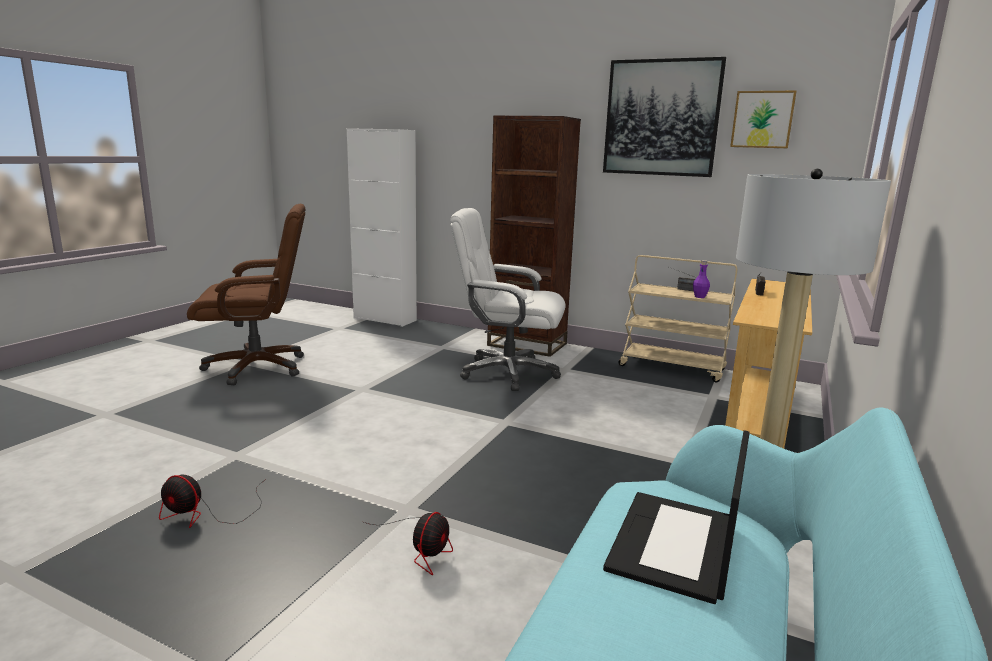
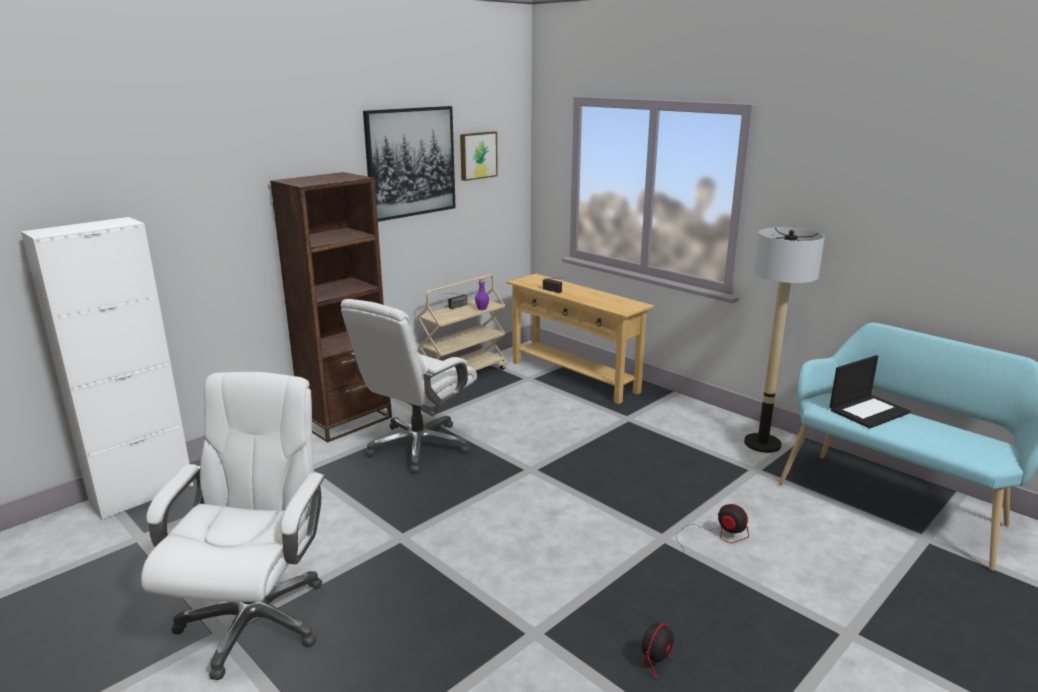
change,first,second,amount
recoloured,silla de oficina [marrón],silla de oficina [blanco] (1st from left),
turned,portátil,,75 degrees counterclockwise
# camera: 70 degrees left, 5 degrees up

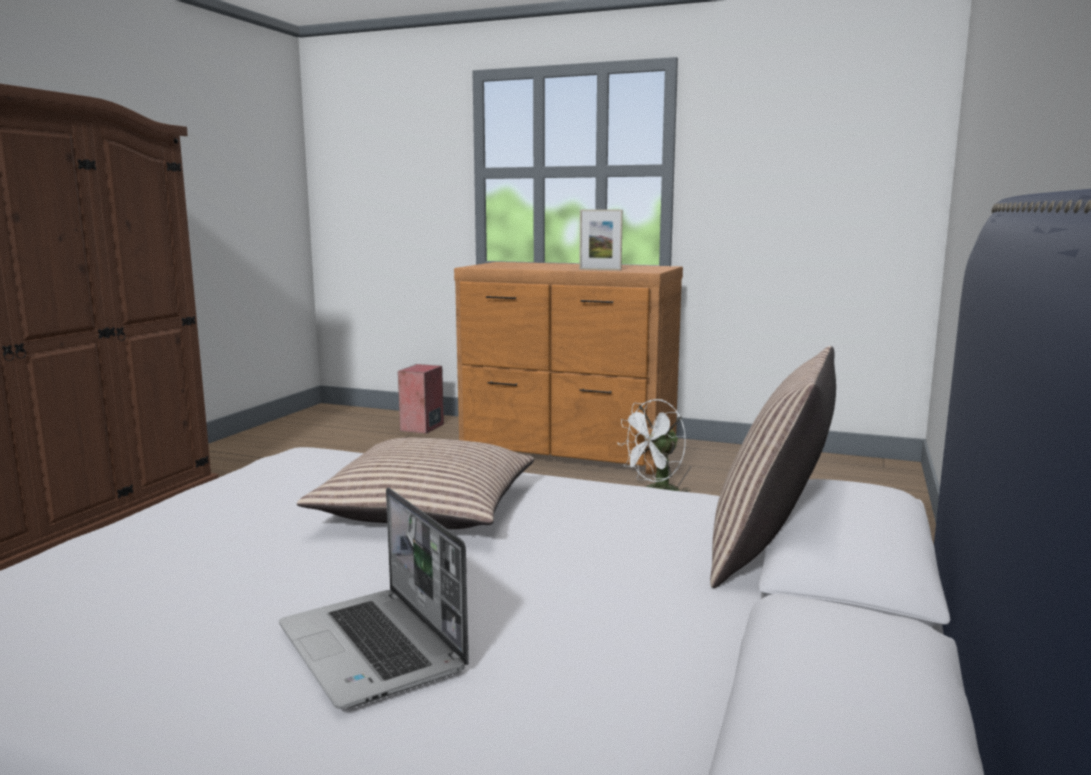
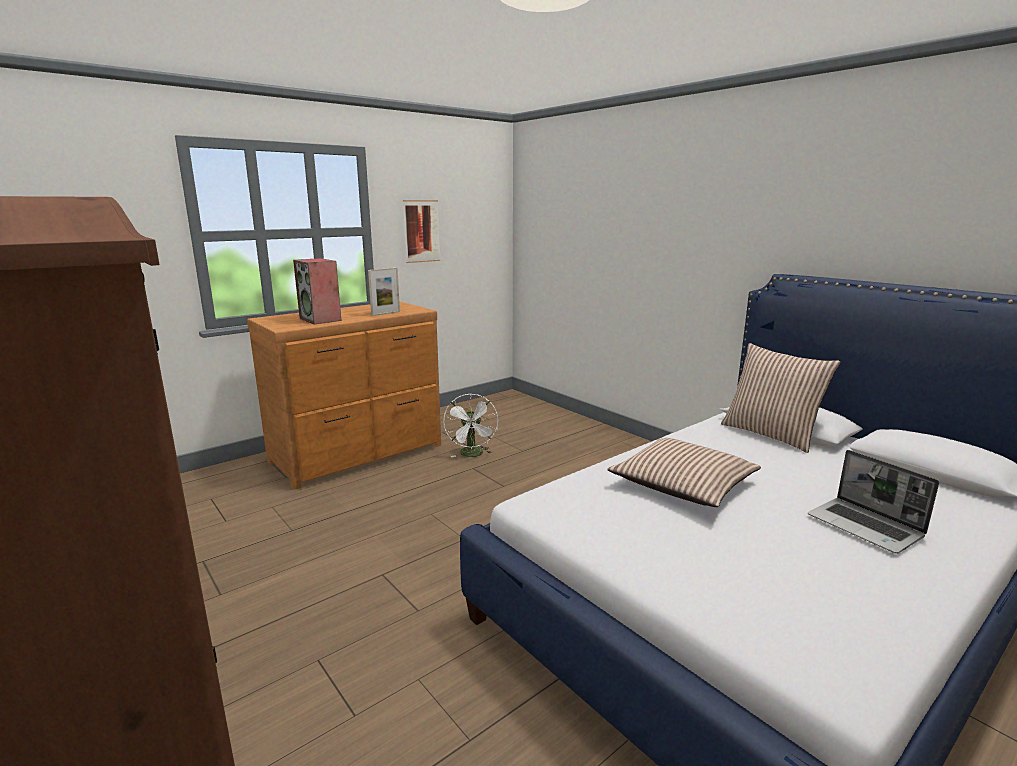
change,first,second,amount
added,,cuadro,
moved,altavoz,,
turned,portátil,,60 degrees clockwise
# camera: 60 degrees left, 5 degrees up

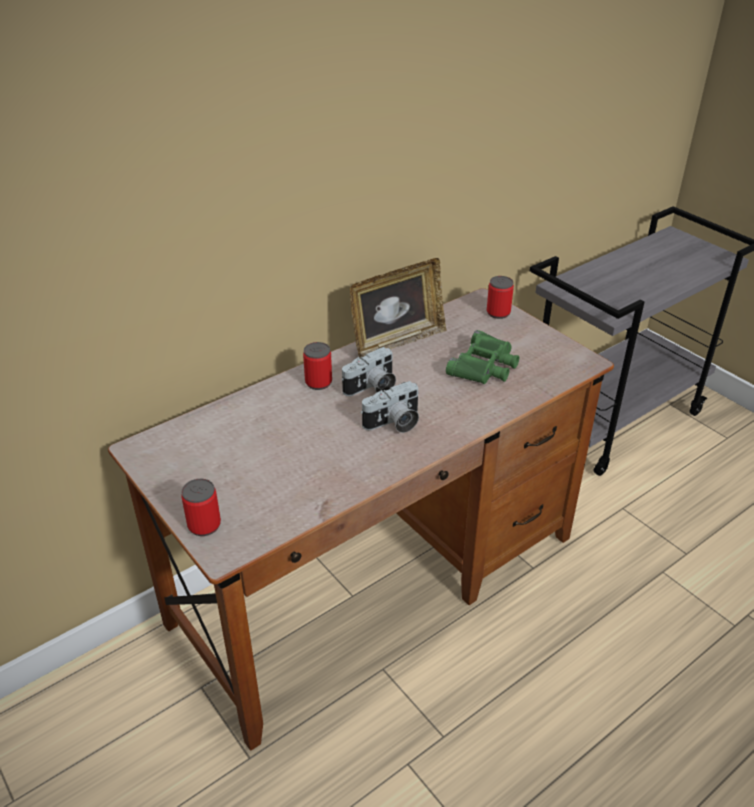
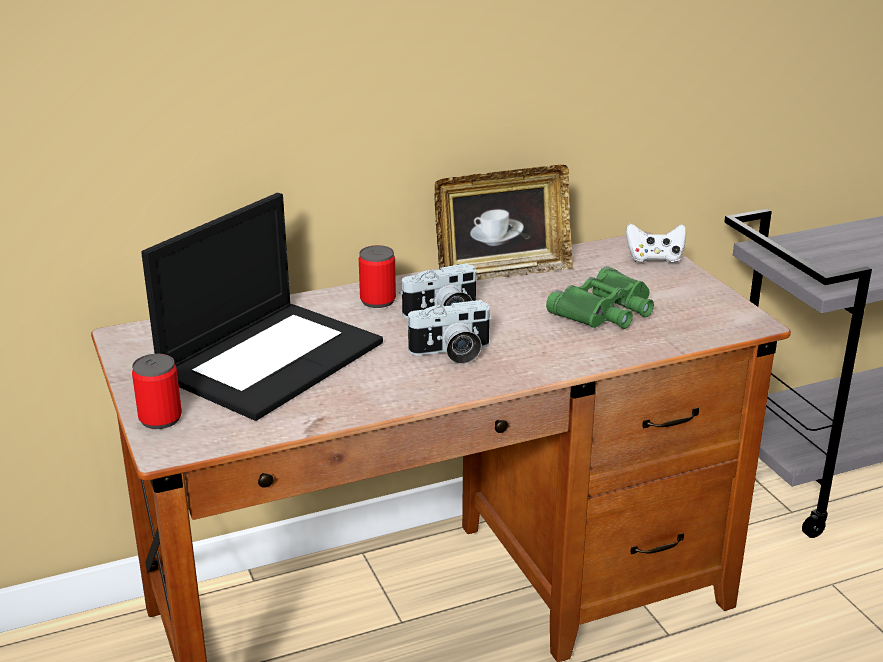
change,first,second,amount
added,,portátil,
replaced,lata (3rd from left),mando de consola [blanco],
# camera: 15 degrees right, 10 degrees down

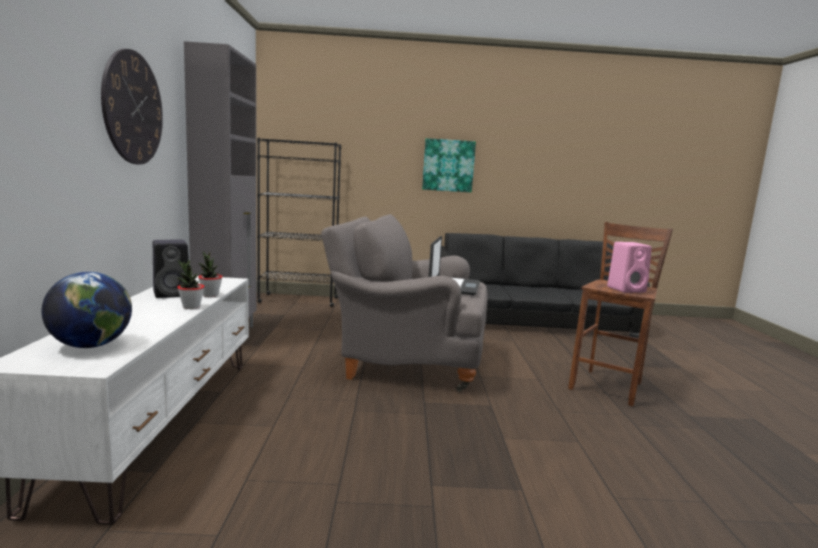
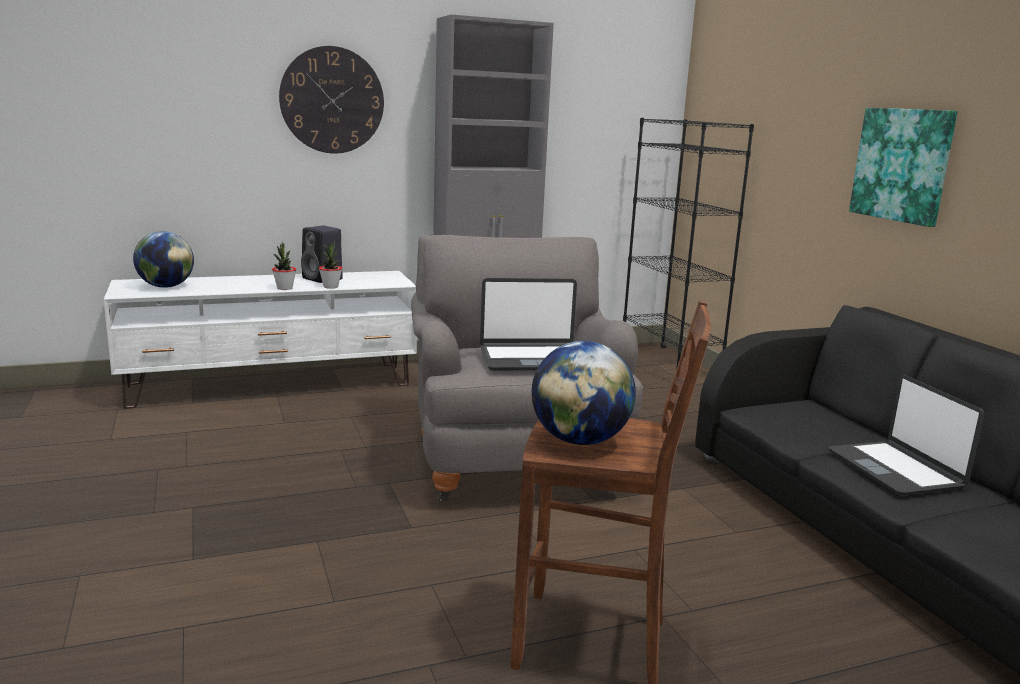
change,first,second,amount
added,,portátil (2nd from left),
replaced,altavoz [rosa],globo terráqueo (2nd from left),
# camera: 70 degrees right, 5 degrees up

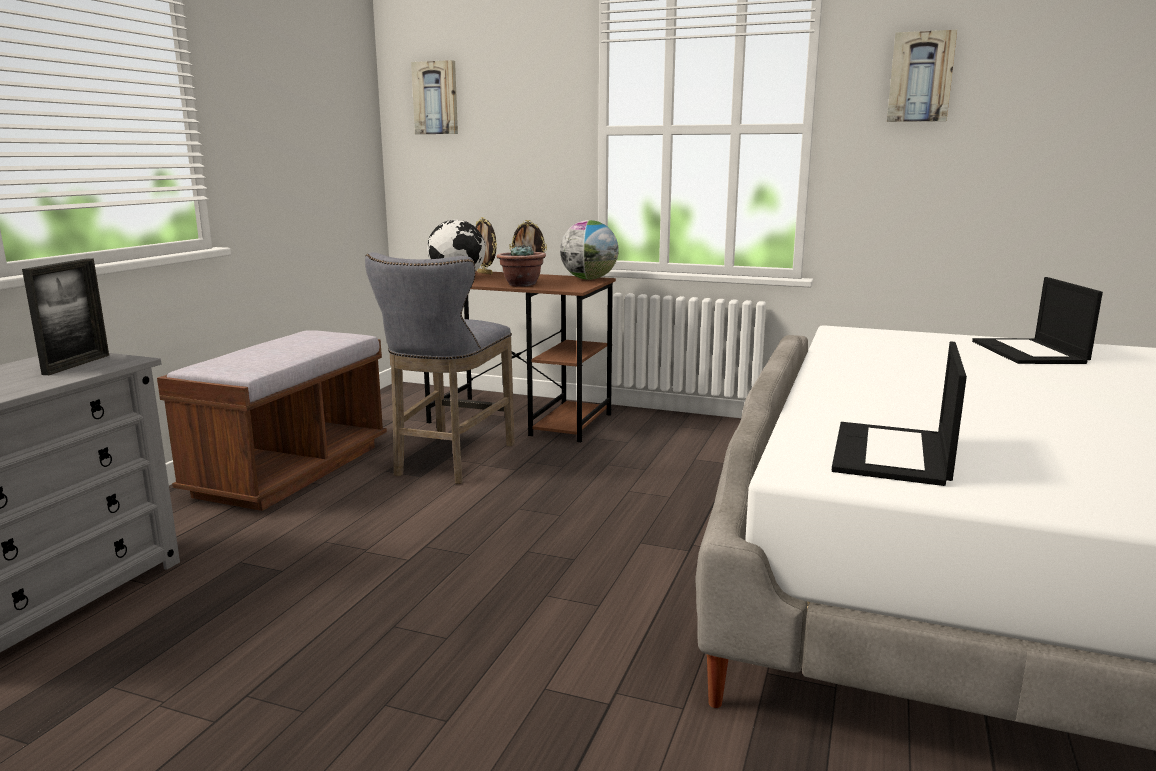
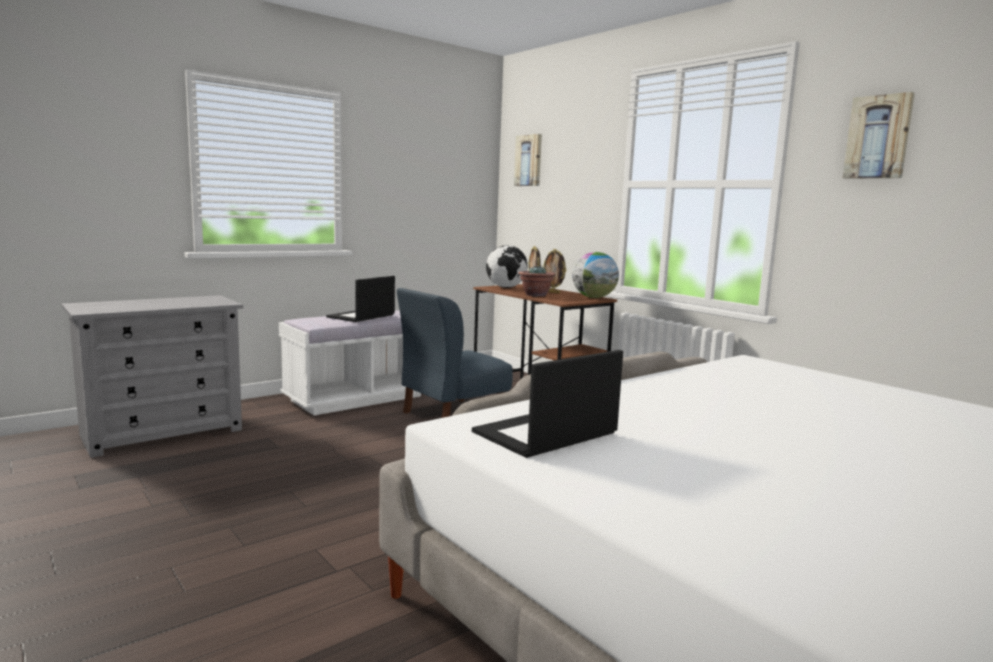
change,first,second,amount
removed,portarretratos (1st from left),,
moved,portátil (2nd from left in the first image),portátil (1st from left),
replaced,taburete [gris],silla [azul],
recoloured,banco [marrón],banco [blanco],
# camera: 30 degrees right, 5 degrees down

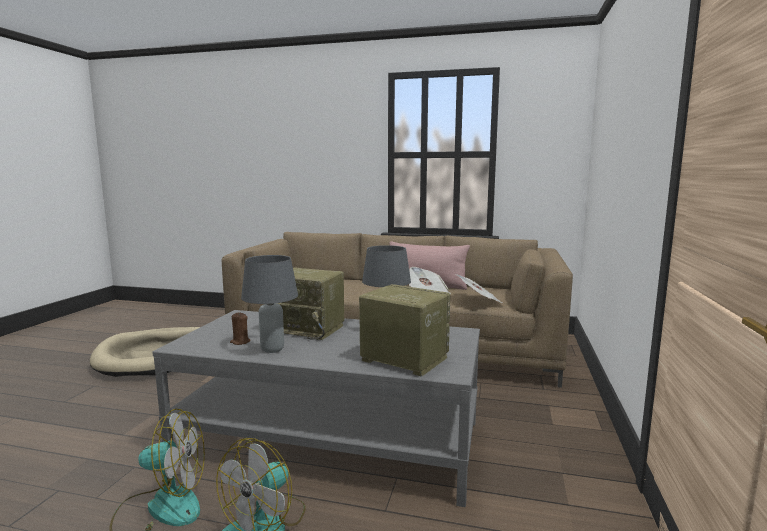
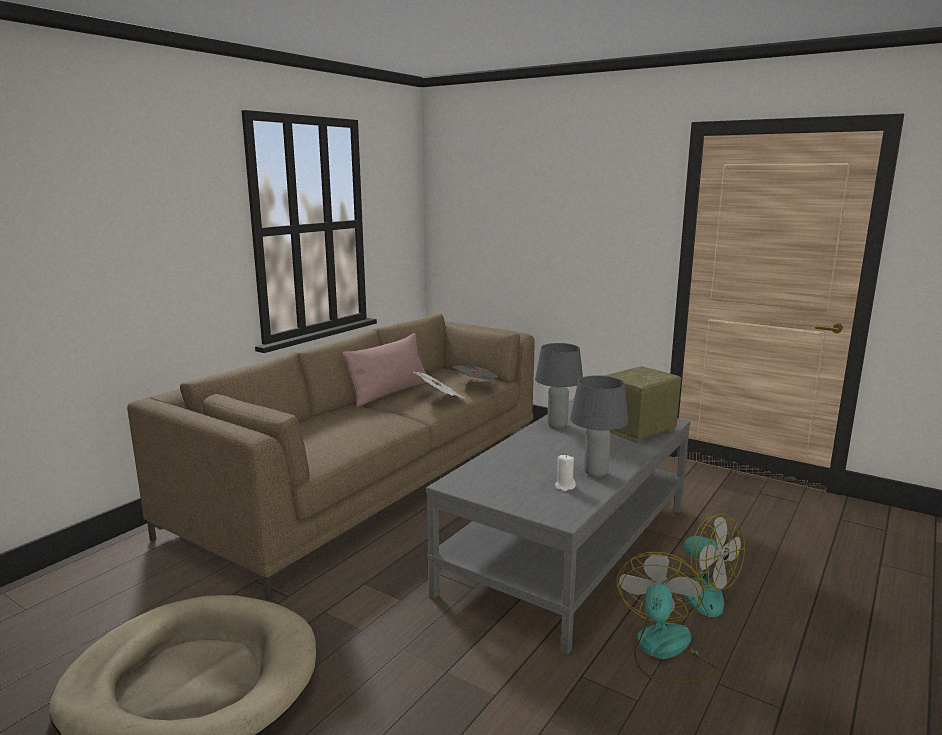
change,first,second,amount
removed,radio (1st from left),,
recoloured,vela [marrón],vela [blanco],
# camera: 70 degrees left, 5 degrees up

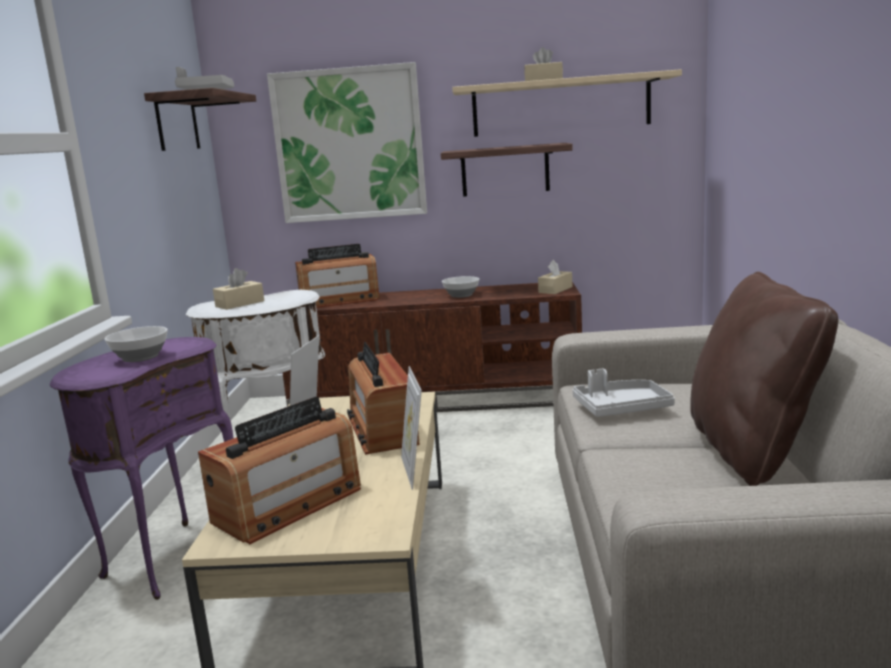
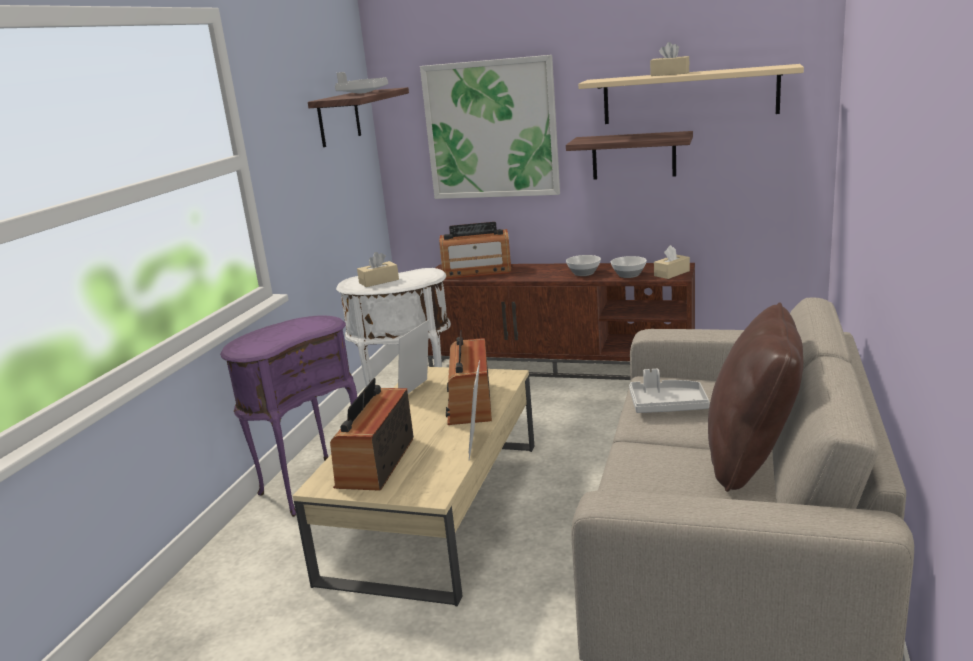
change,first,second,amount
moved,cuenco (1st from left in the first image),cuenco (2nd from left),
turned,radio (1st from left),,135 degrees clockwise
# camera: 15 degrees right, 5 degrees up

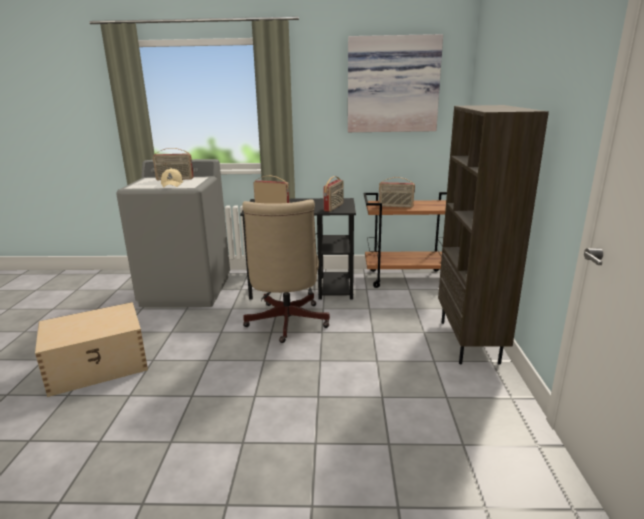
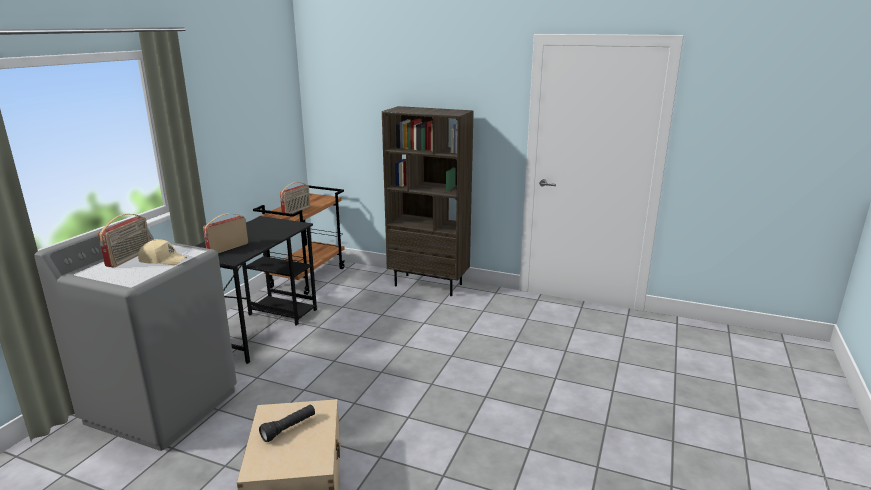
change,first,second,amount
removed,silla de oficina [beis],,
removed,radio (3rd from left),,
removed,cuadro,,
added,,linterna [negro],
# camera: 70 degrees left, 0 degrees up

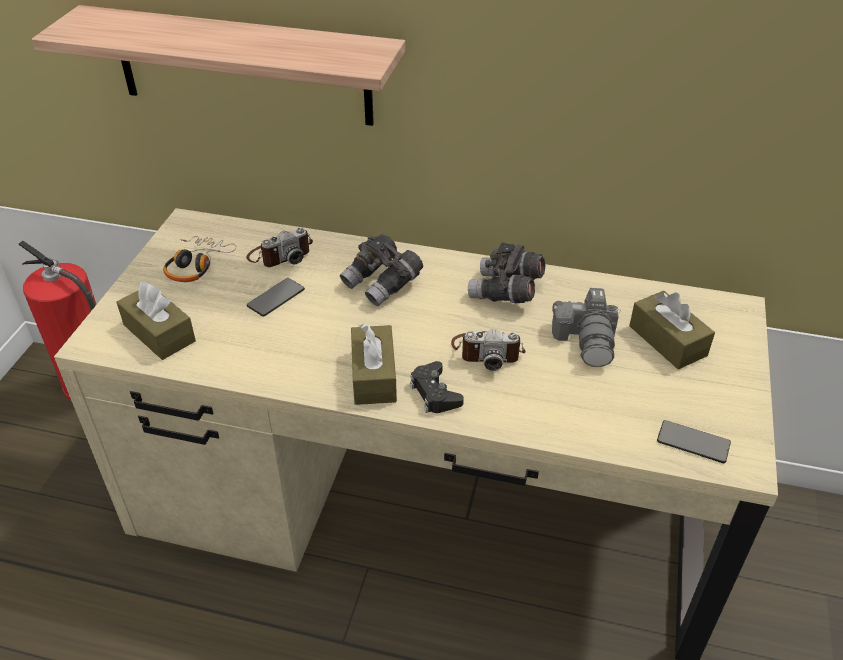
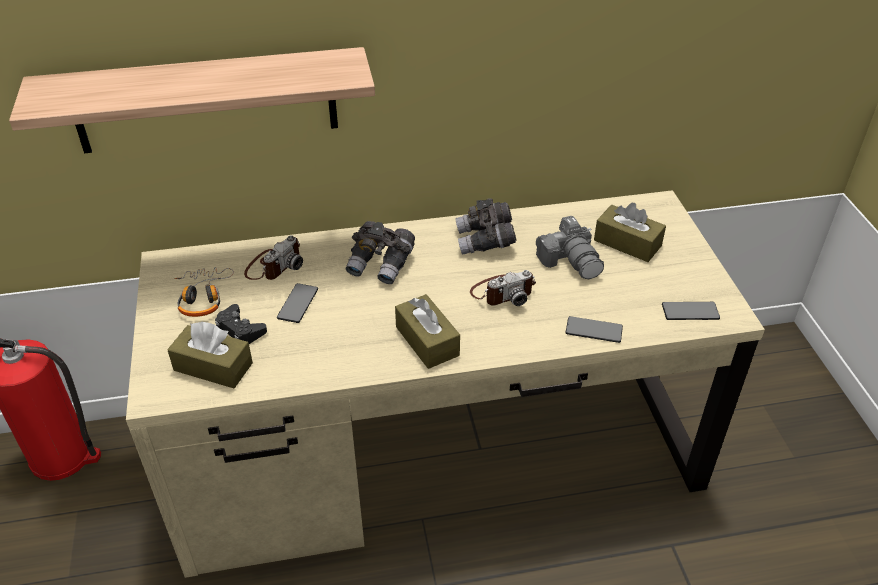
change,first,second,amount
added,,móvil (2nd from left),
moved,mando de consola [negro],,
# camera: 25 degrees left, 0 degrees up

